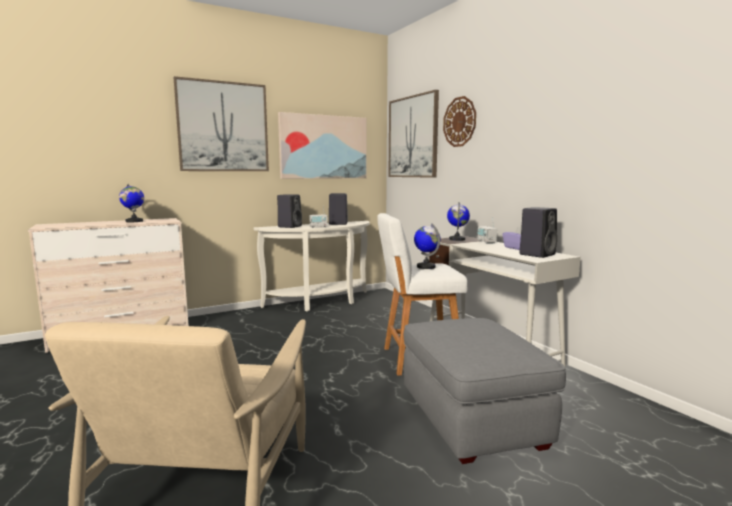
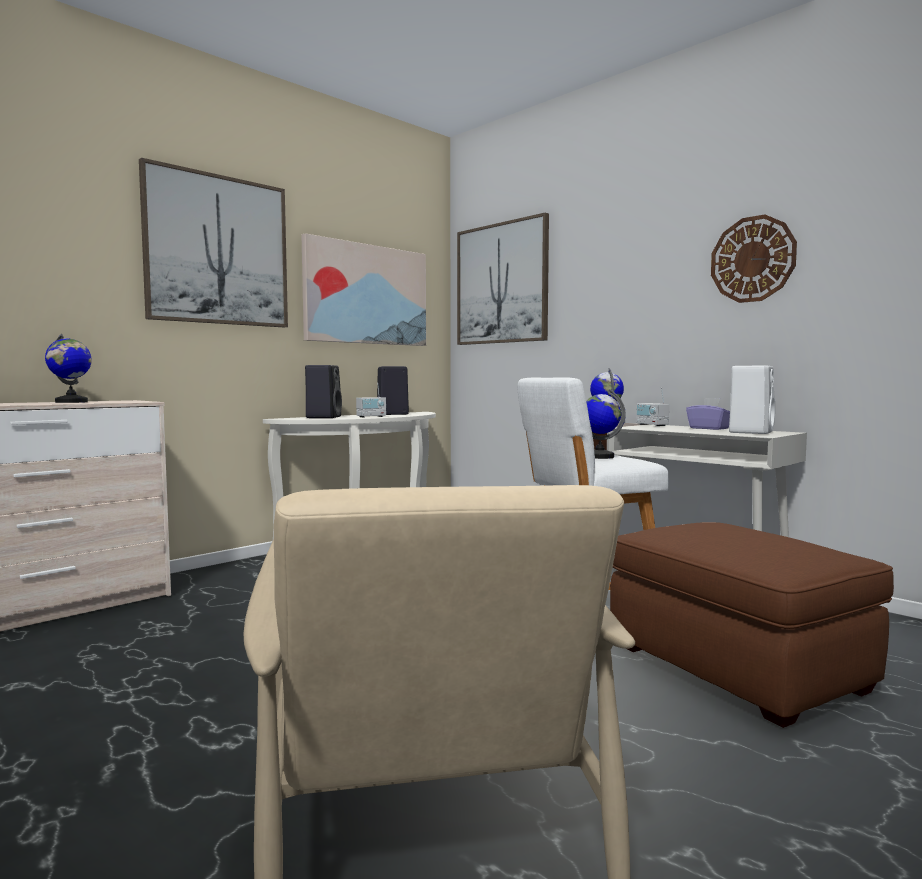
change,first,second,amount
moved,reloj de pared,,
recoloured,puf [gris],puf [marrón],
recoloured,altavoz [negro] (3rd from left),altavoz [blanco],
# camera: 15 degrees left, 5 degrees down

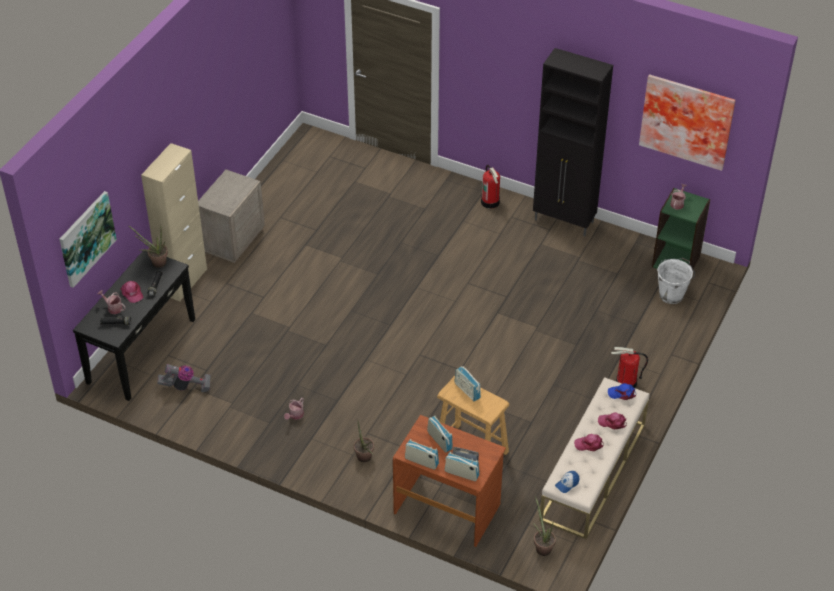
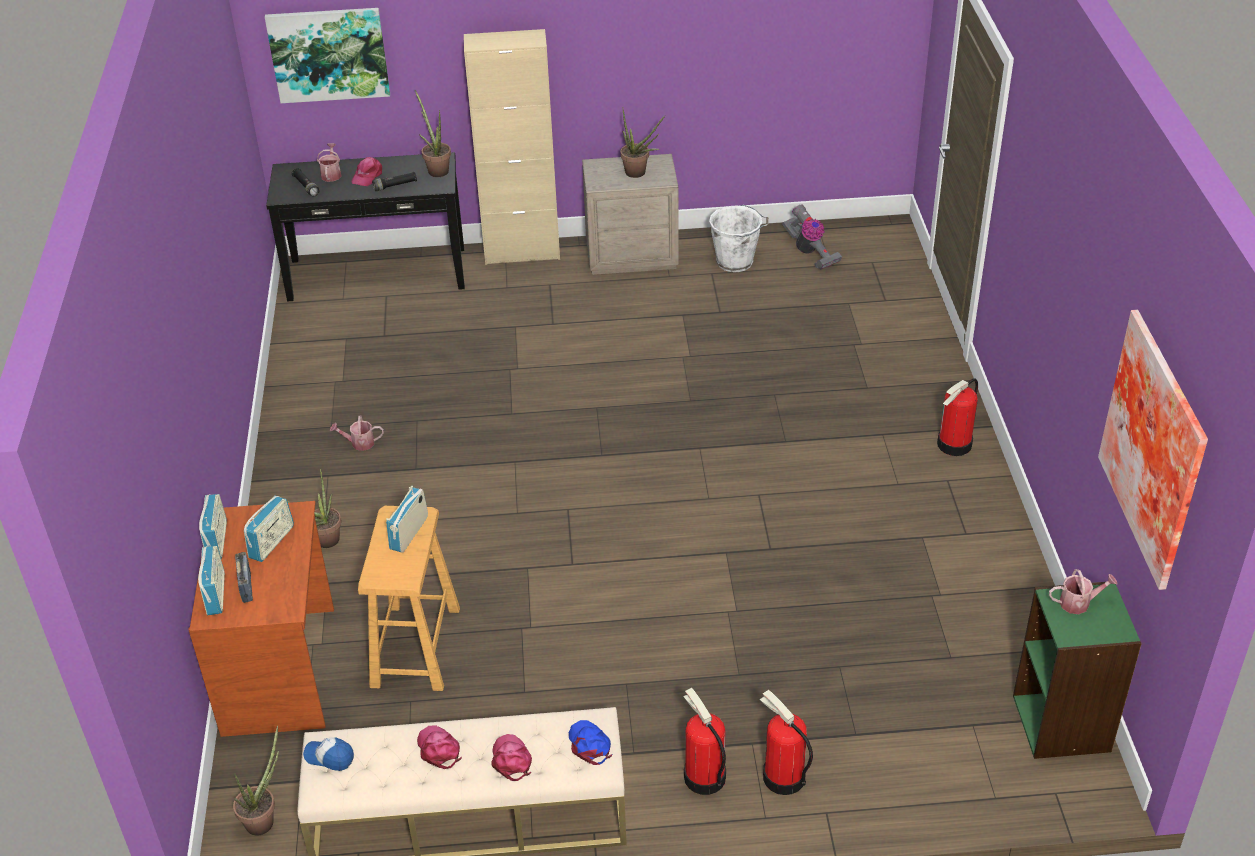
change,first,second,amount
removed,armario [negro],,
added,,planta en maceta (4th from left),
added,,extintor (2nd from left),
moved,aspiradora,,
moved,cubo [blanco],,
# camera: 60 degrees right, 5 degrees down

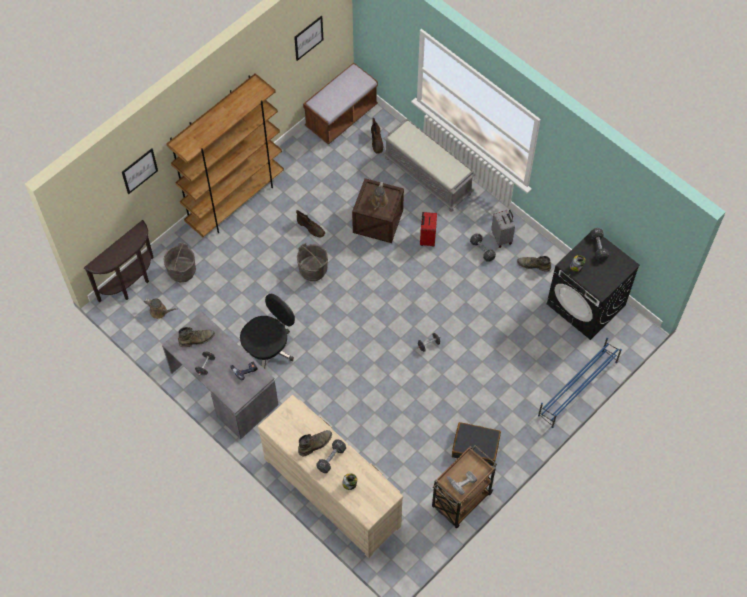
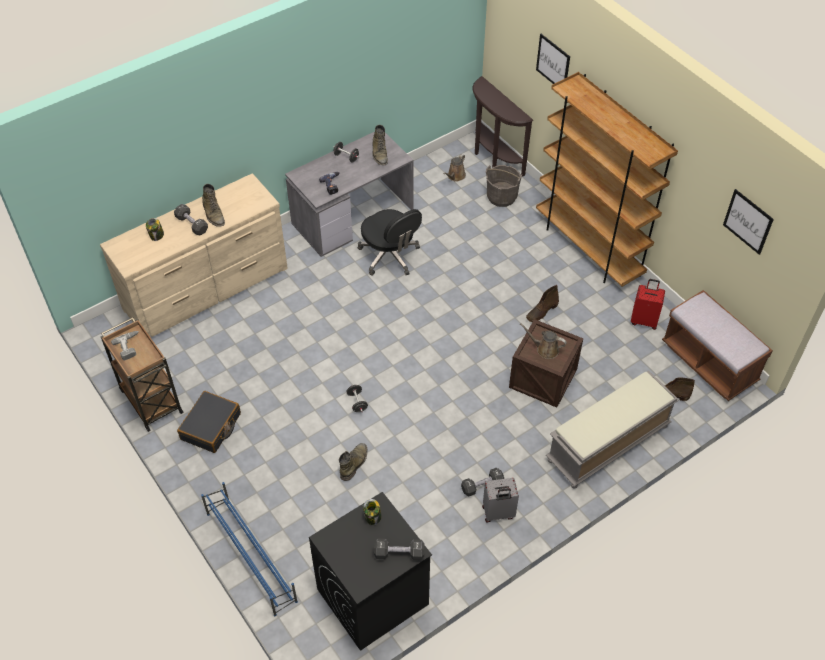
change,first,second,amount
removed,cubo [gris] (2nd from left),,
moved,maleta [rojo],,
moved,bota [verde] (3rd from left in the first image),bota [verde] (2nd from left),
# camera: 100 degrees right, 10 degrees down

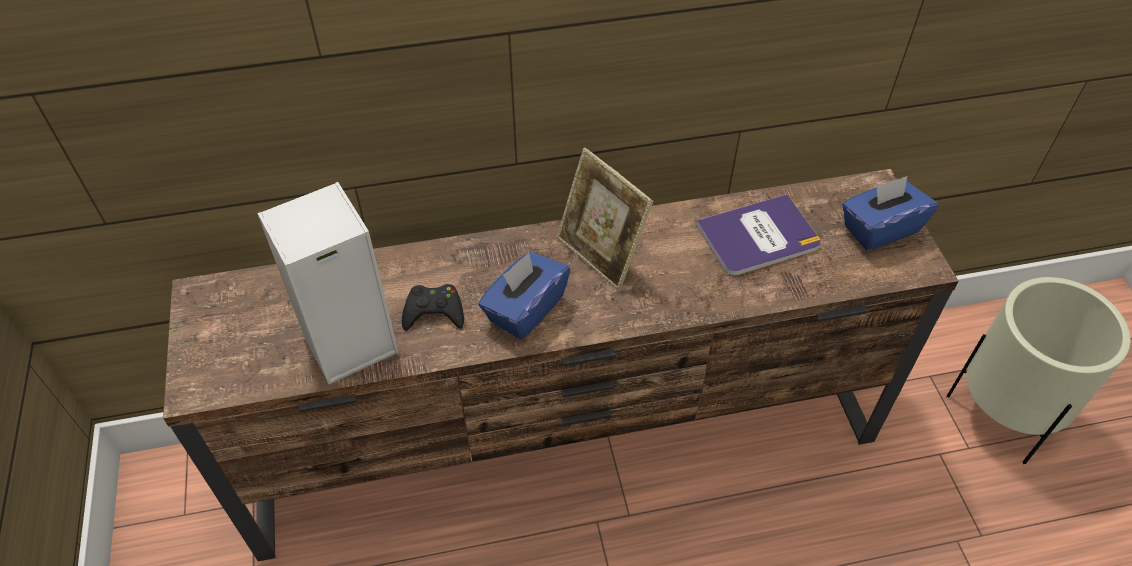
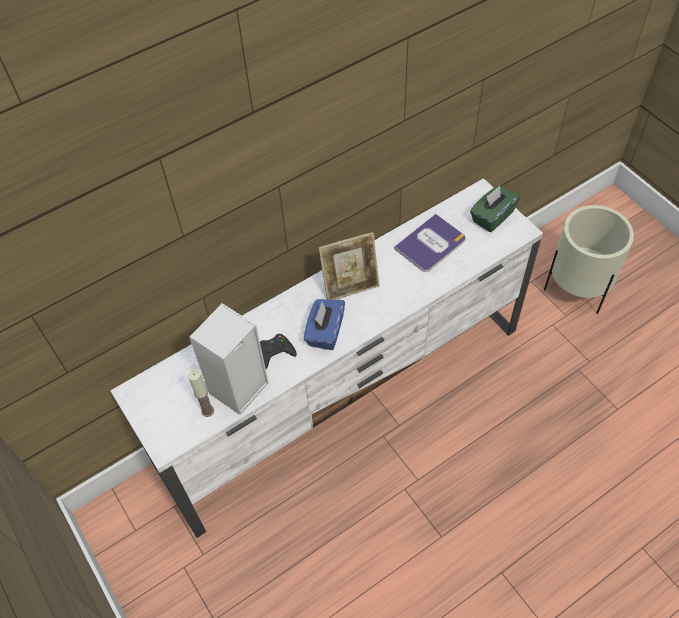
change,first,second,amount
added,,vela,
recoloured,mueble de televisión [marrón],mueble de televisión [blanco],
recoloured,caja de pañuelos [azul] (2nd from left),caja de pañuelos [verde],
turned,portarretratos,,45 degrees counterclockwise
# camera: 20 degrees left, 5 degrees up

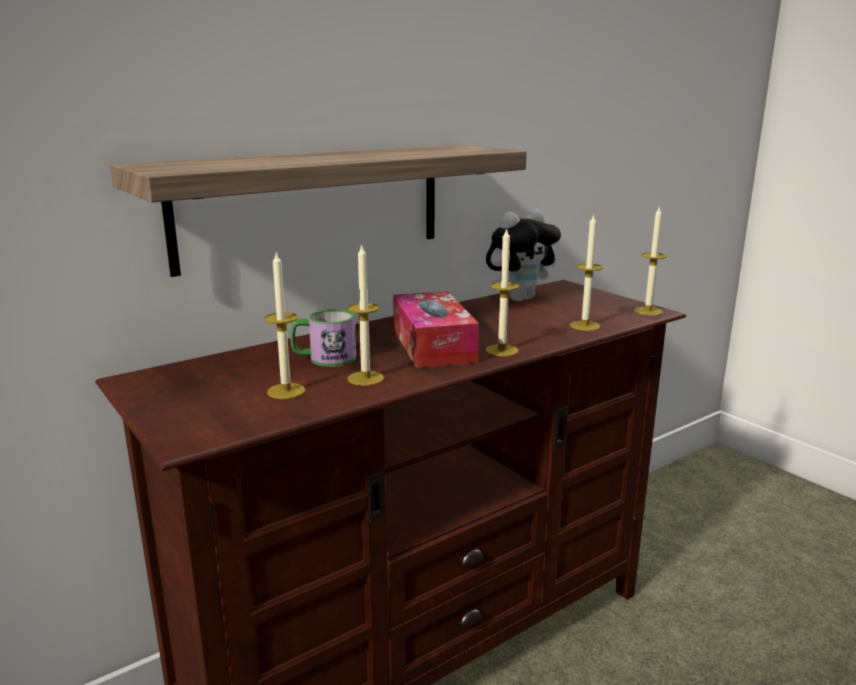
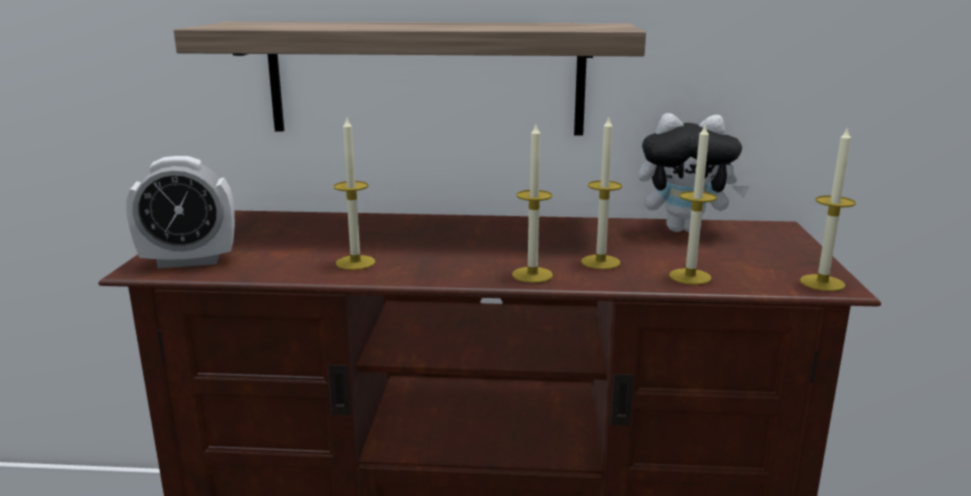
change,first,second,amount
removed,taza grande,,
removed,caja de pañuelos,,
added,,despertador,
moved,vela (1st from left in the first image),vela (3rd from left),
# camera: 40 degrees right, 0 degrees up

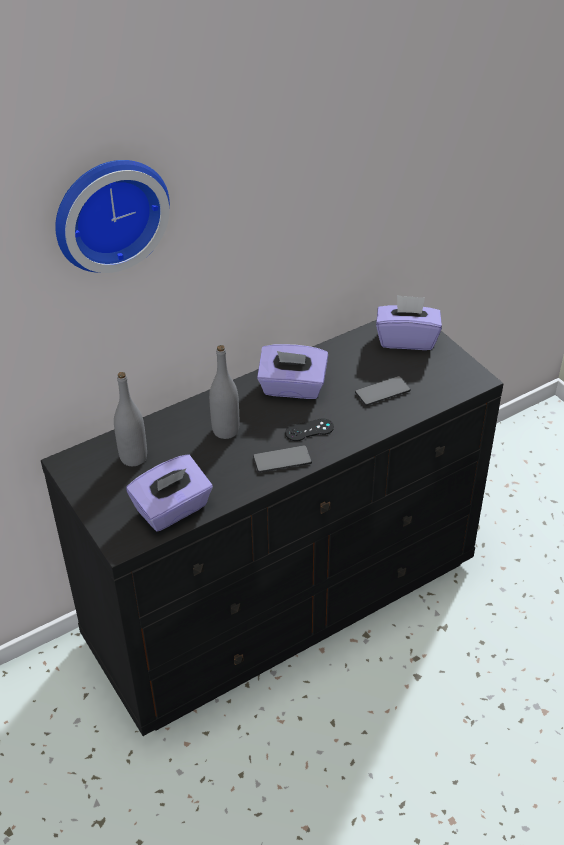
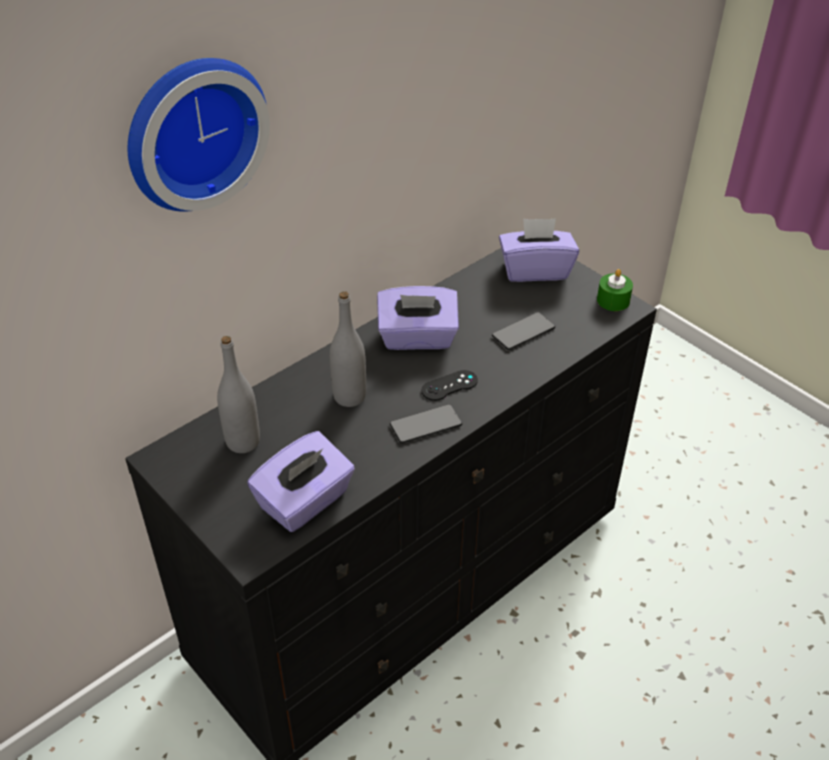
change,first,second,amount
added,,vela [verde],
# camera: 10 degrees left, 0 degrees up

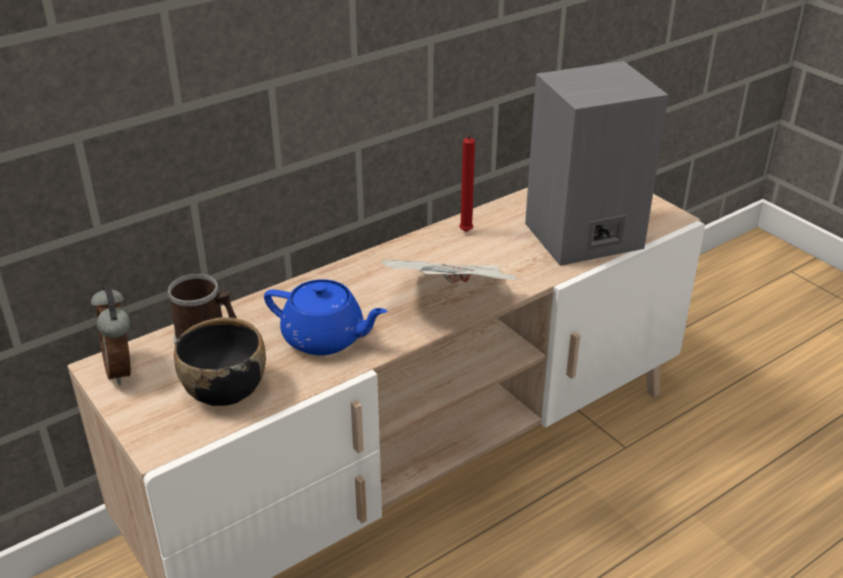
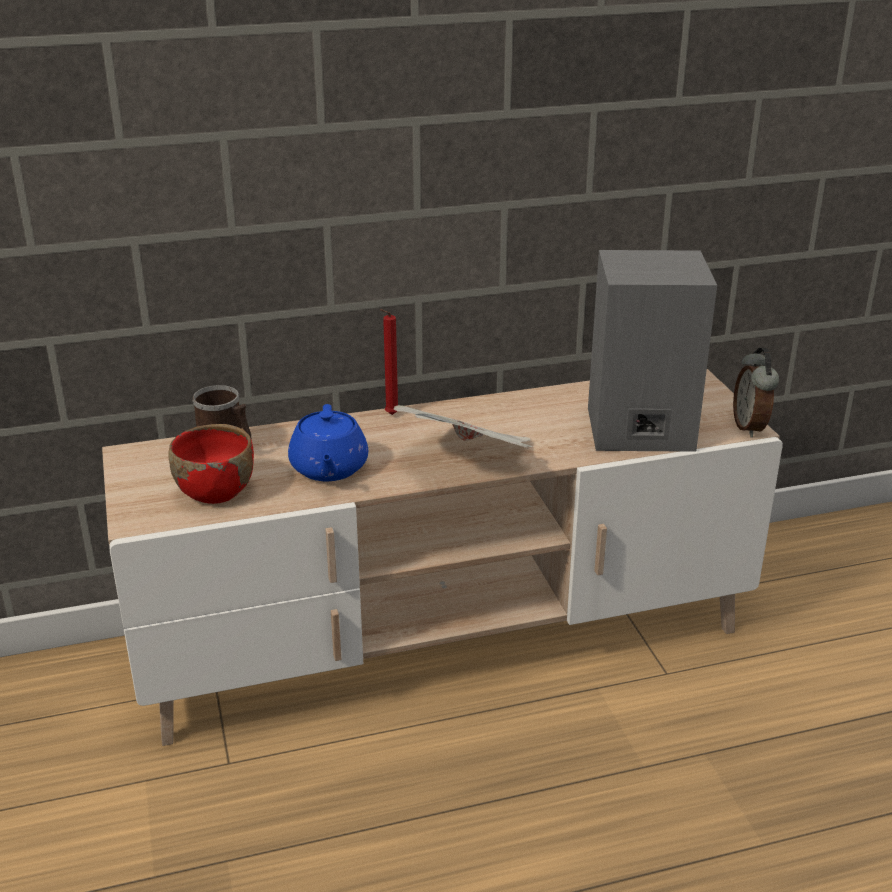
change,first,second,amount
moved,despertador,,
moved,vela [rojo],,
recoloured,cuenco [negro],cuenco [rojo],
turned,tetera [azul],,45 degrees clockwise
# camera: 20 degrees right, 5 degrees down

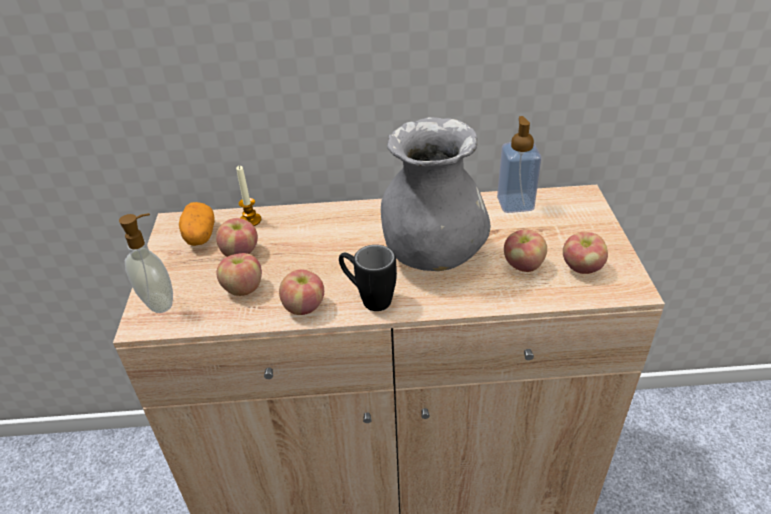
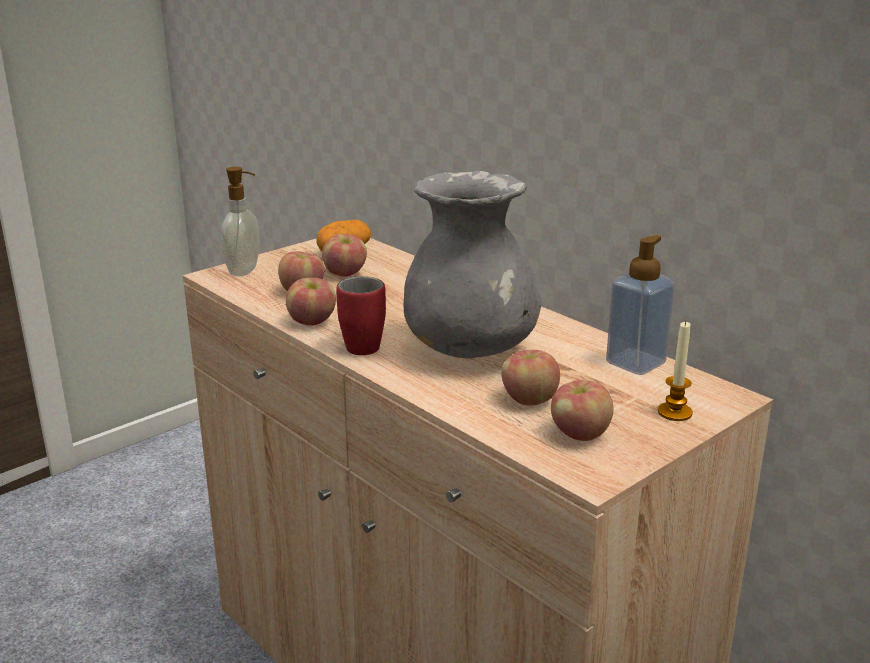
change,first,second,amount
moved,vela,,
recoloured,taza grande [negro],taza grande [rojo],
# camera: 50 degrees right, 15 degrees down

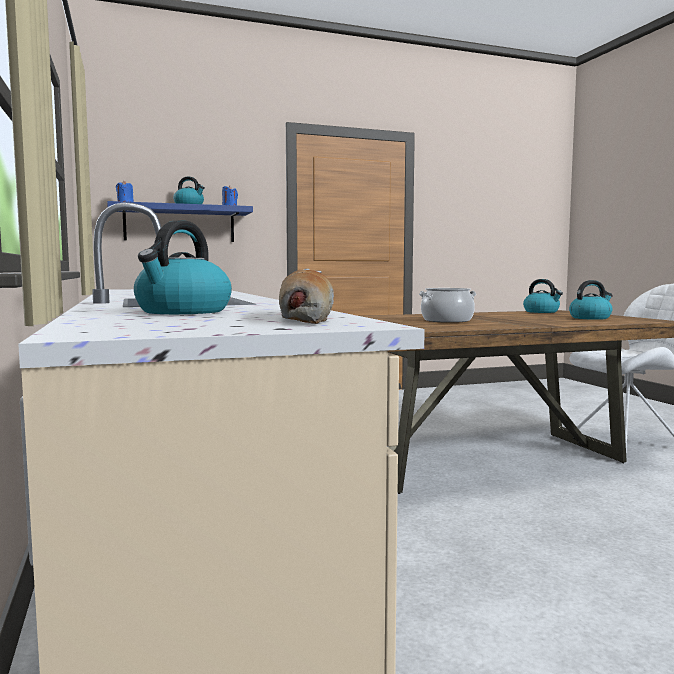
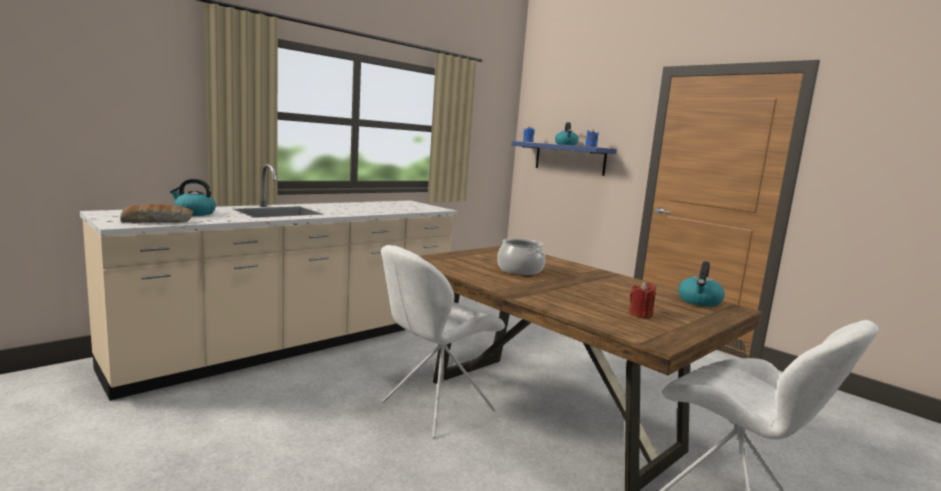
change,first,second,amount
added,,silla [blanco] (1st from left),
replaced,hervidor (4th from left),vela [rojo],
# camera: 65 degrees right, 5 degrees up

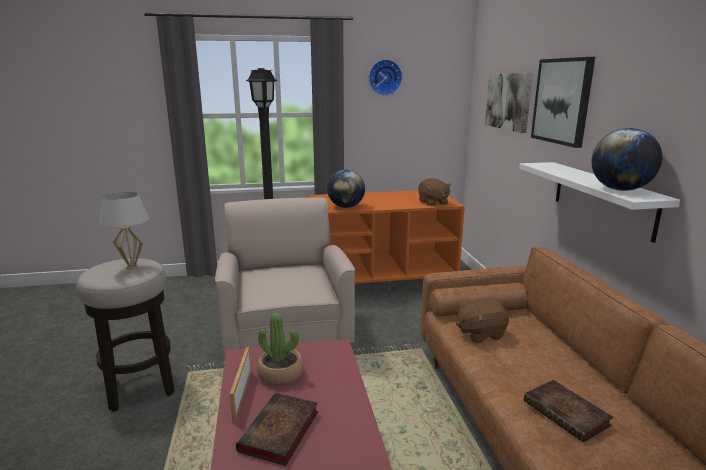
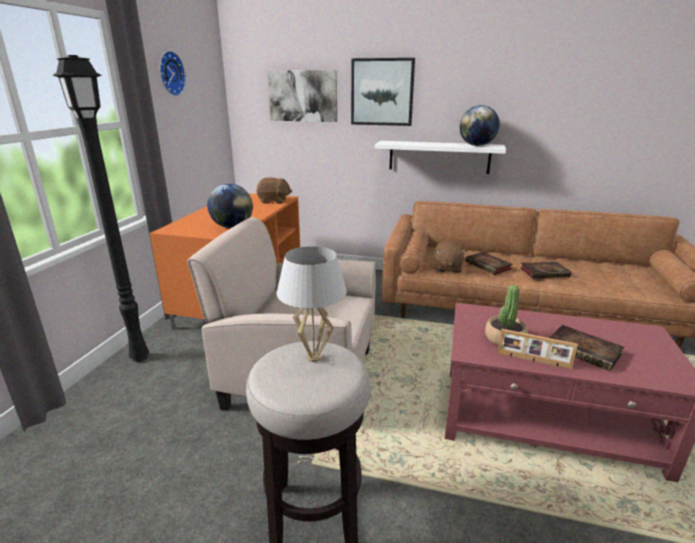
change,first,second,amount
added,,libro (1st from left),
# camera: 65 degrees left, 5 degrees up

